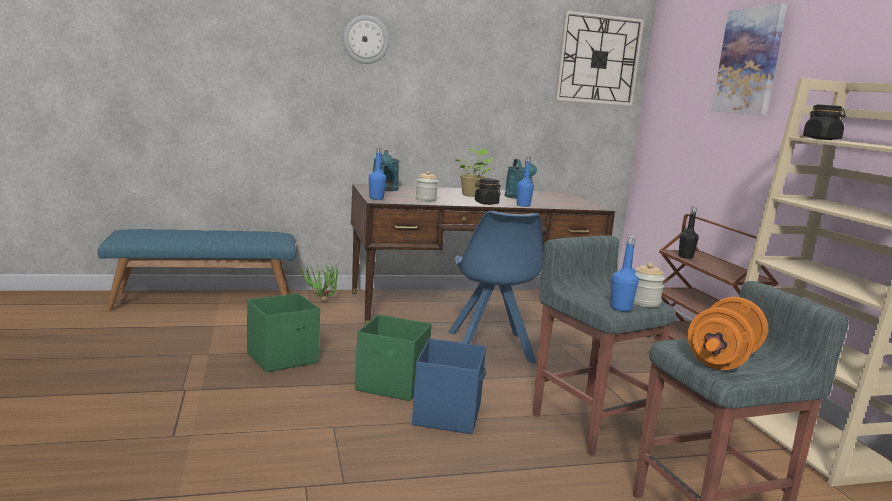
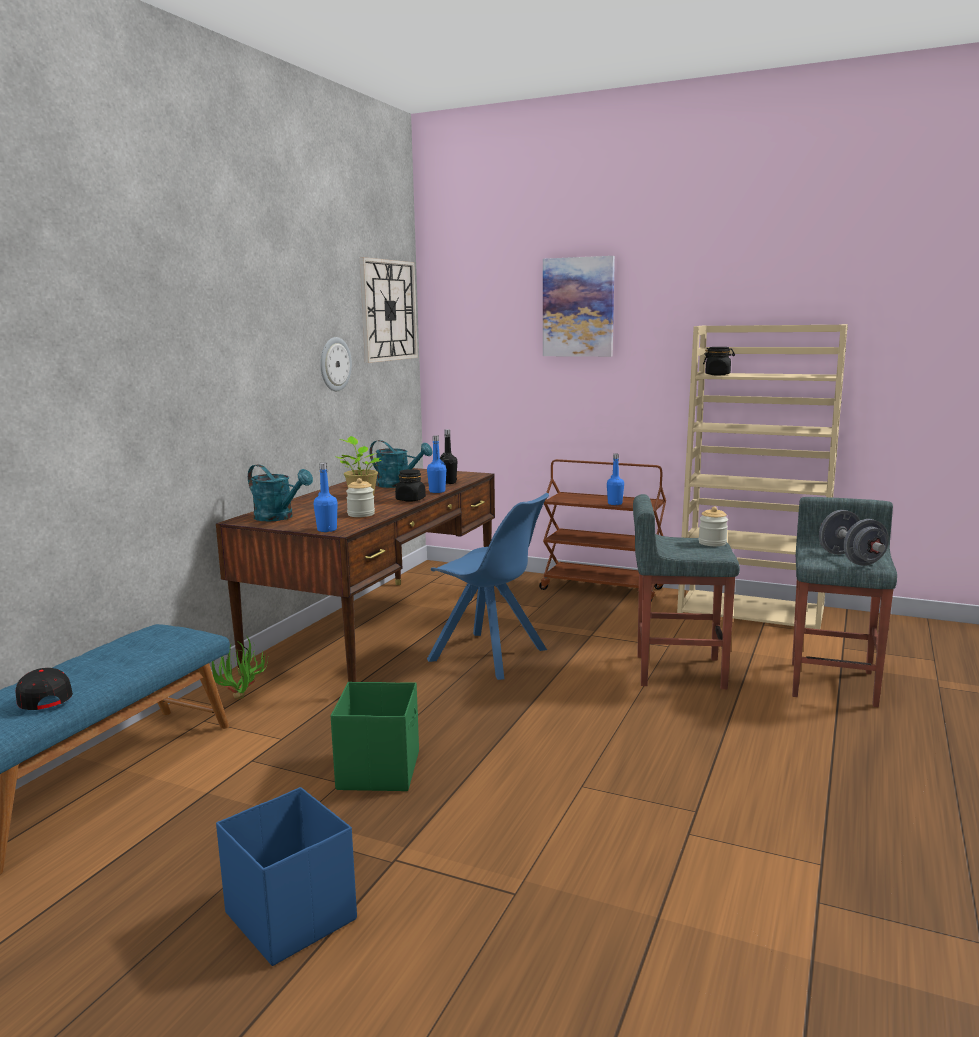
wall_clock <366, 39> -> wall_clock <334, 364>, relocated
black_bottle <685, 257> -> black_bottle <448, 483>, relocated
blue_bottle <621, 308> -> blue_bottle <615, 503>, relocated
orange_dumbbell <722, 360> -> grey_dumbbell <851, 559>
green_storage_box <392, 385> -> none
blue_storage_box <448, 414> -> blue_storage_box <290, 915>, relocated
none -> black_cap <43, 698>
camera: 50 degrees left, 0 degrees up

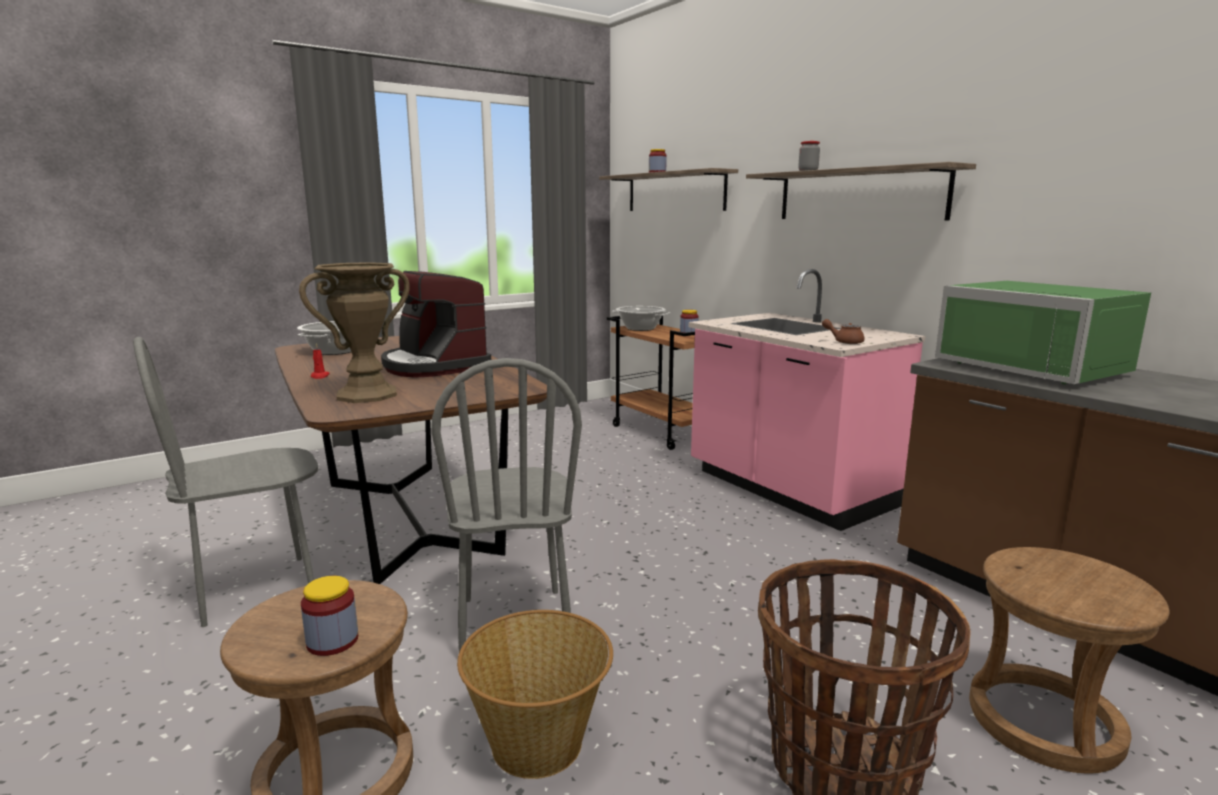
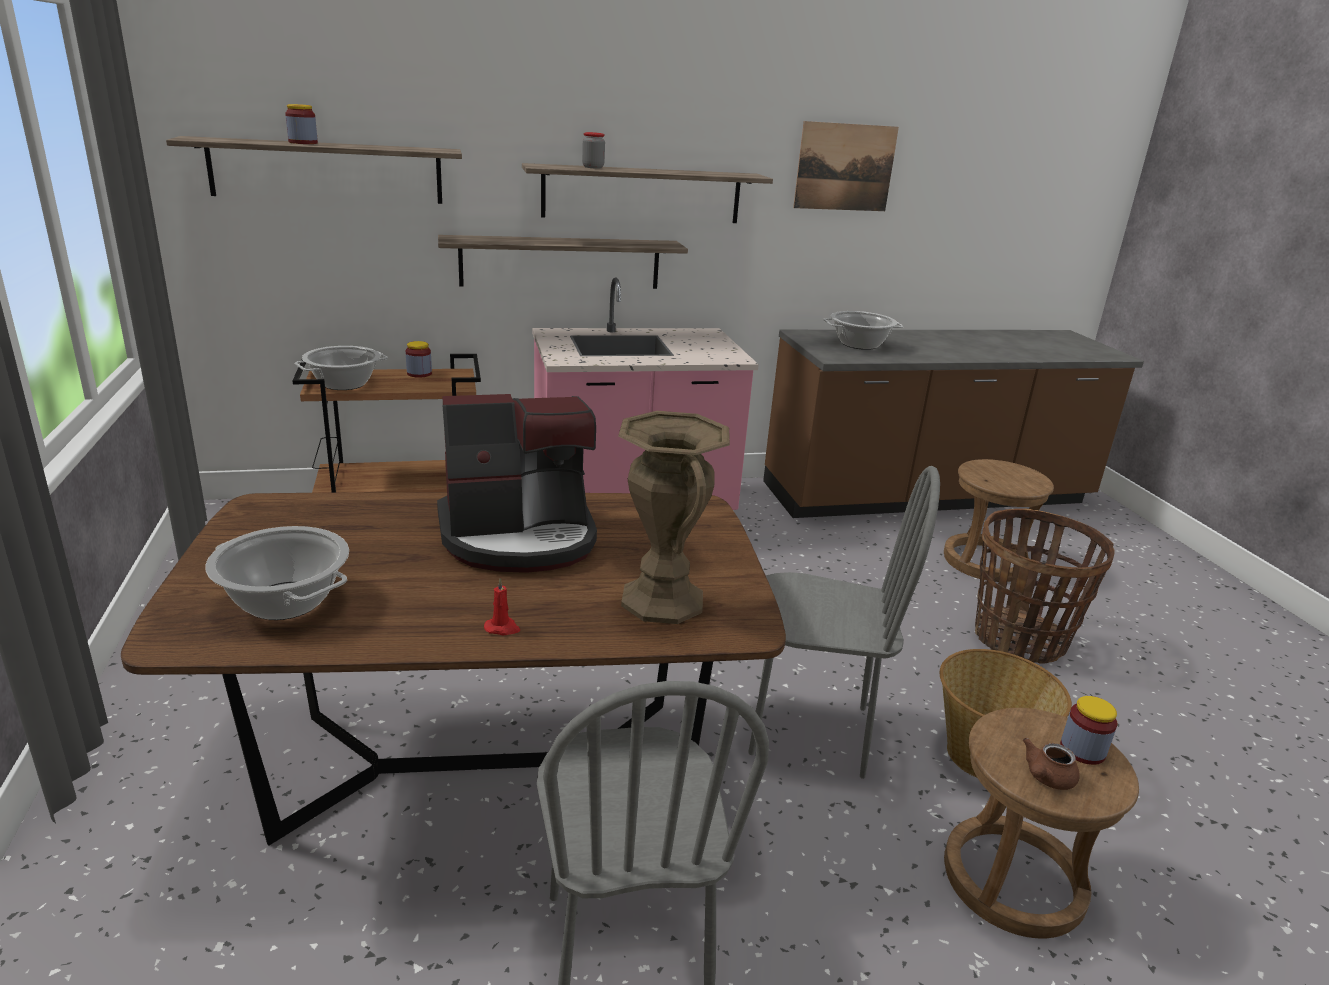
green_microwave <1038, 368> -> cooking_pot <859, 344>
brown_teapot <844, 342> -> brown_teapot <1046, 778>, relocated
none -> picture <845, 167>
none -> shelf <560, 262>
camera: 70 degrees left, 10 degrees up

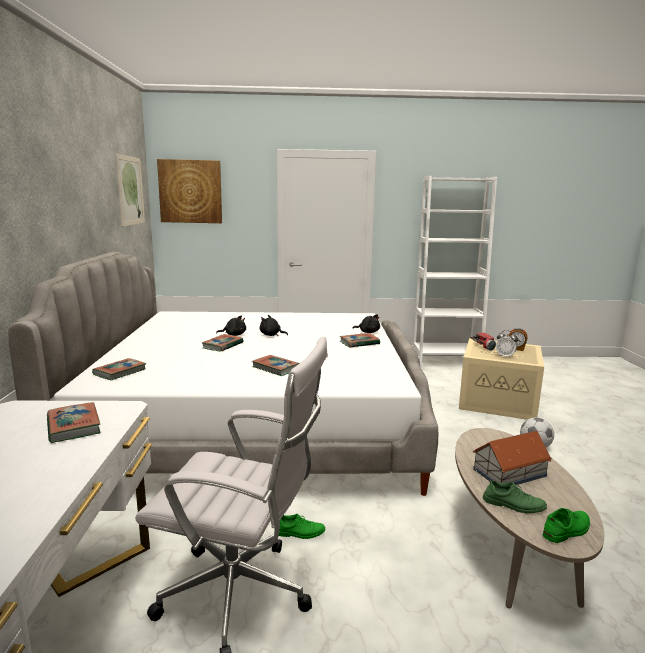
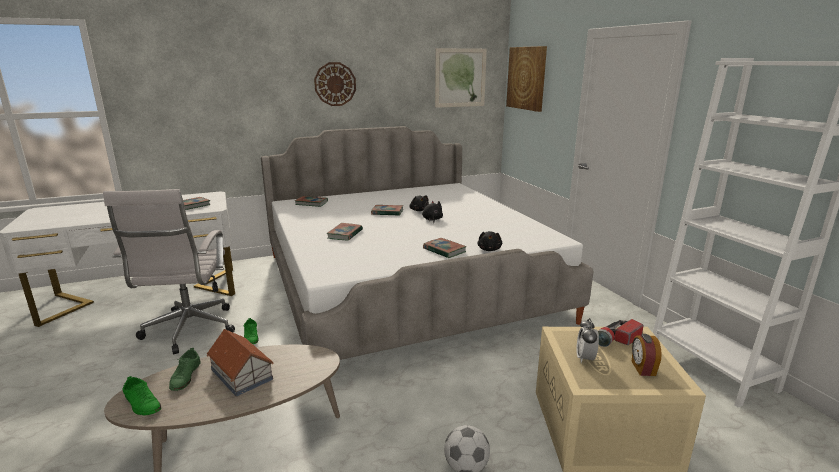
none -> wall_clock <335, 84>
camera: 70 degrees right, 5 degrees up

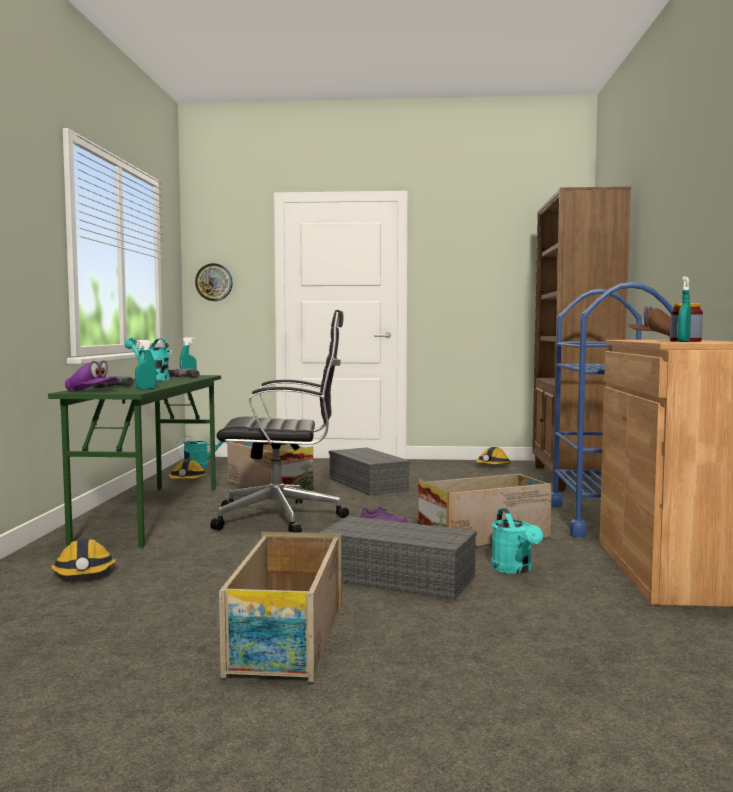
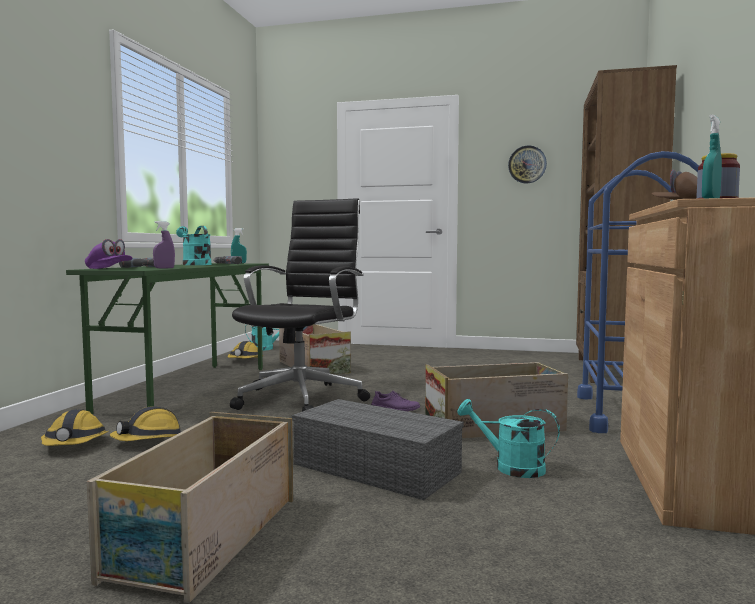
wall_clock <214, 282> -> wall_clock <527, 164>, relocated
black_office_chair <282, 518> -> black_office_chair <303, 398>, 75 degrees counterclockwise
turquoise_spray_bottle <146, 389> -> purple_spray_bottle <164, 268>
grey_storage_box <369, 484> -> none
hard_hat <493, 466> -> hard_hat <149, 440>, relocated
turquoise_watering_can <514, 569> -> turquoise_watering_can <510, 467>, 120 degrees clockwise
camera: 10 degrees right, 0 degrees up

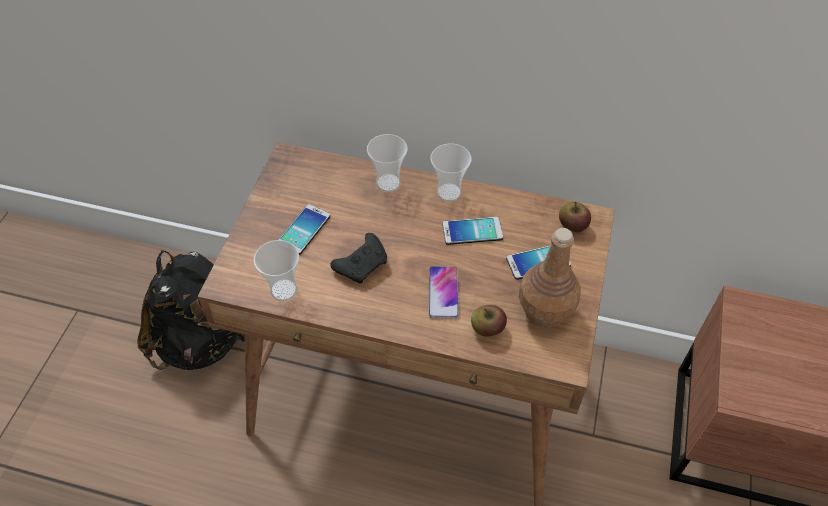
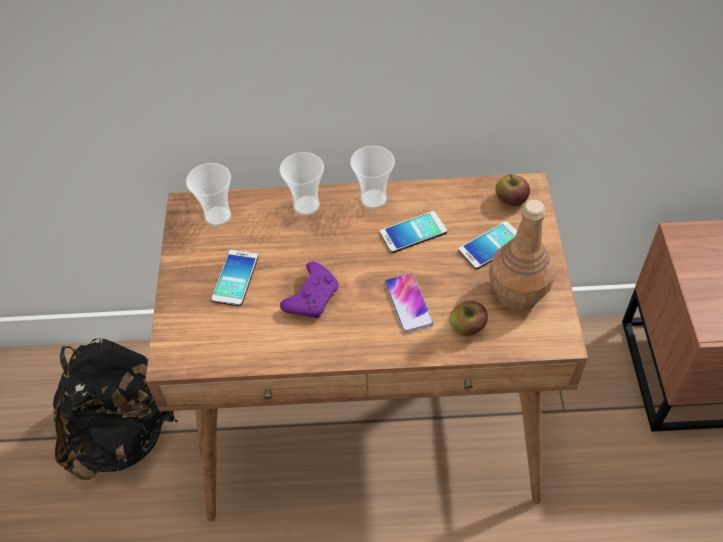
black_game_controller <362, 264> -> purple_game_controller <312, 297>
cup <283, 290> -> cup <218, 216>, relocated
camera: 15 degrees left, 0 degrees up

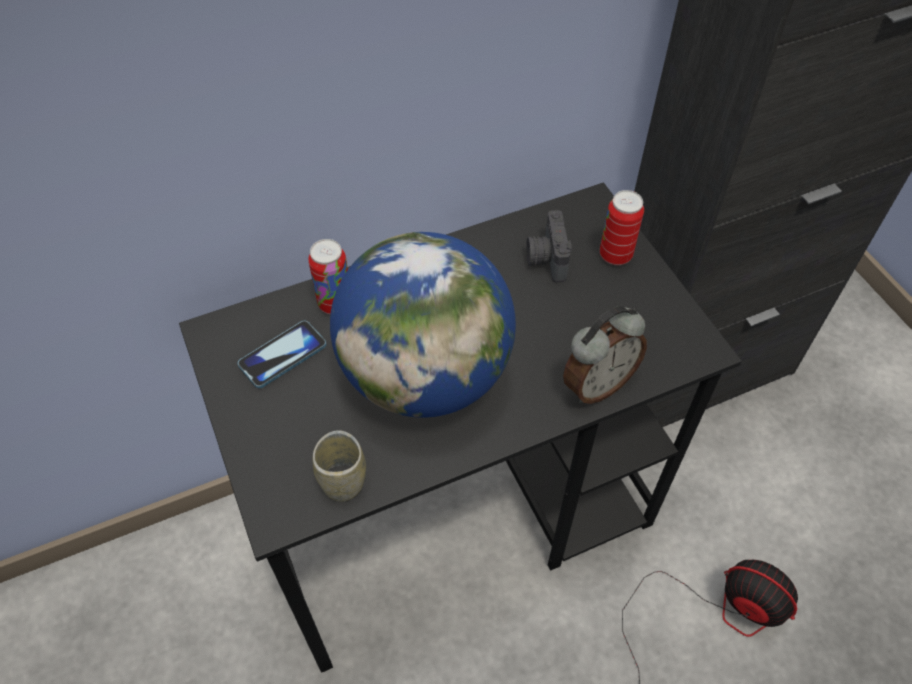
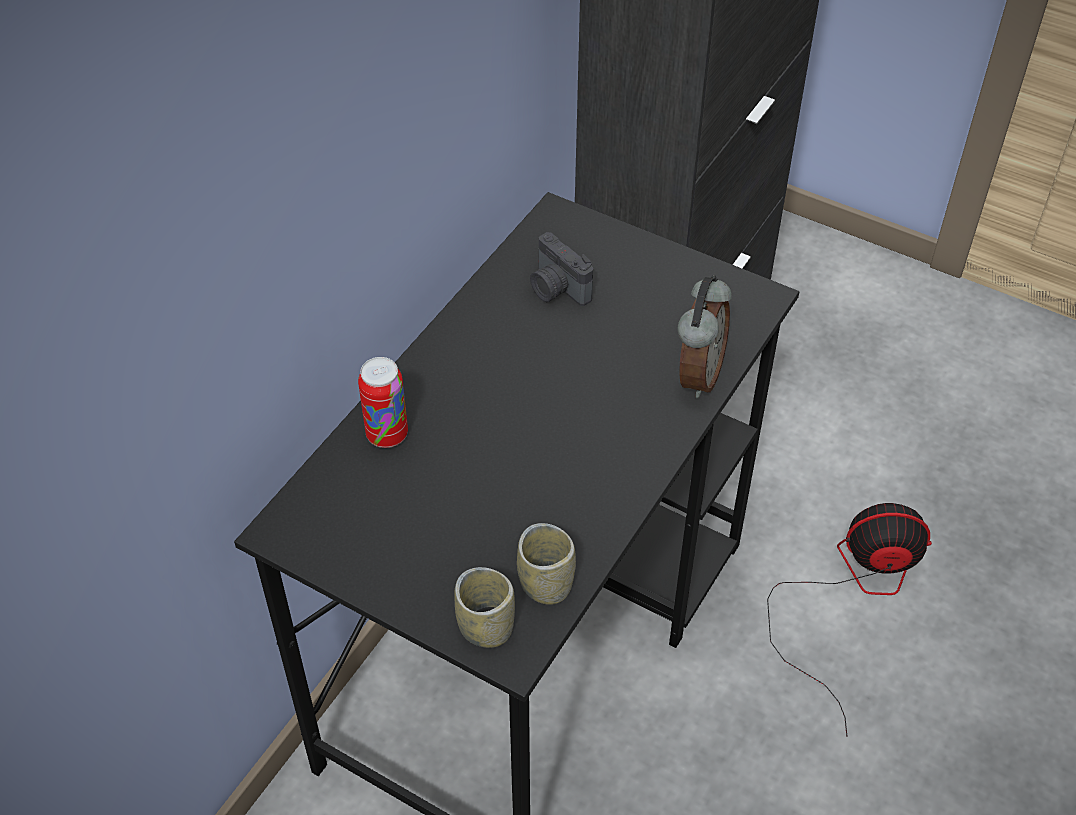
can <615, 255> -> none
globe <425, 375> -> none
phone <283, 355> -> none
none -> cup <486, 628>
camera: 35 degrees left, 5 degrees down

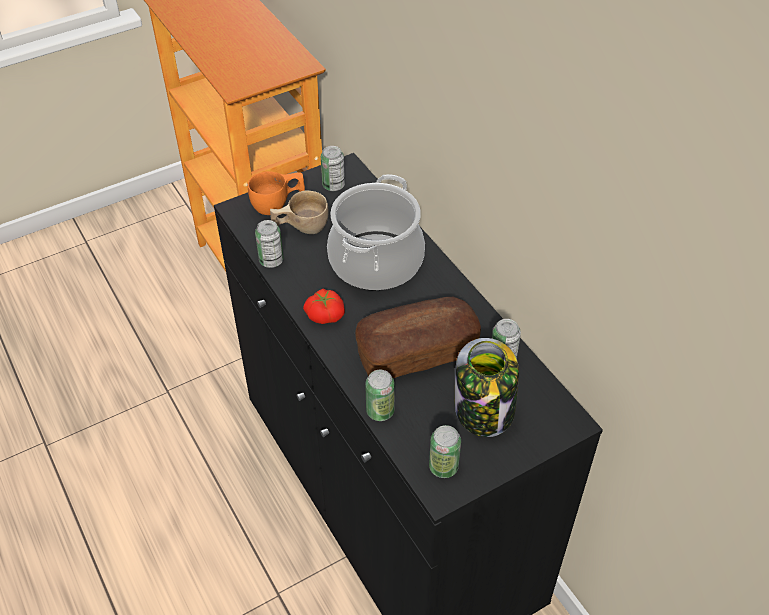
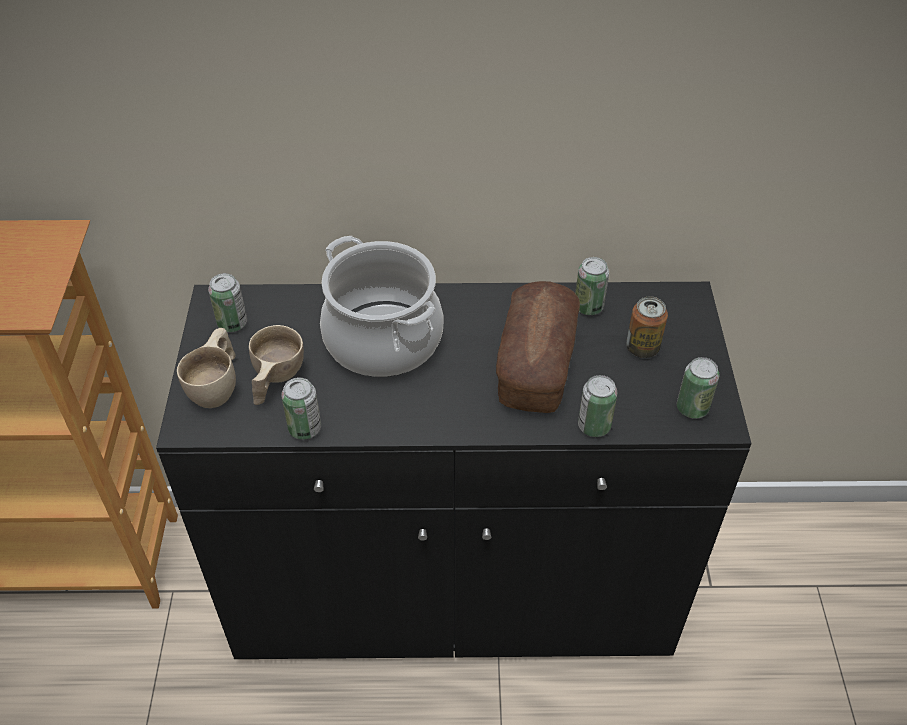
orange_cup <278, 205> -> beige_cup <218, 385>
tomato <325, 314> -> none
jar <484, 411> -> can <642, 348>
camera: 60 degrees left, 0 degrees up

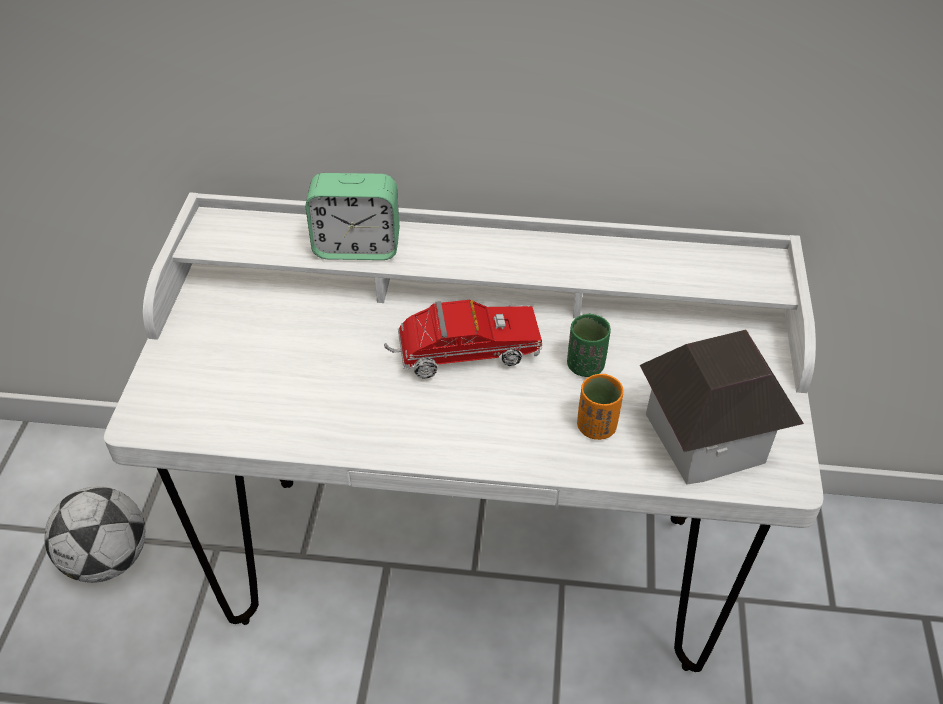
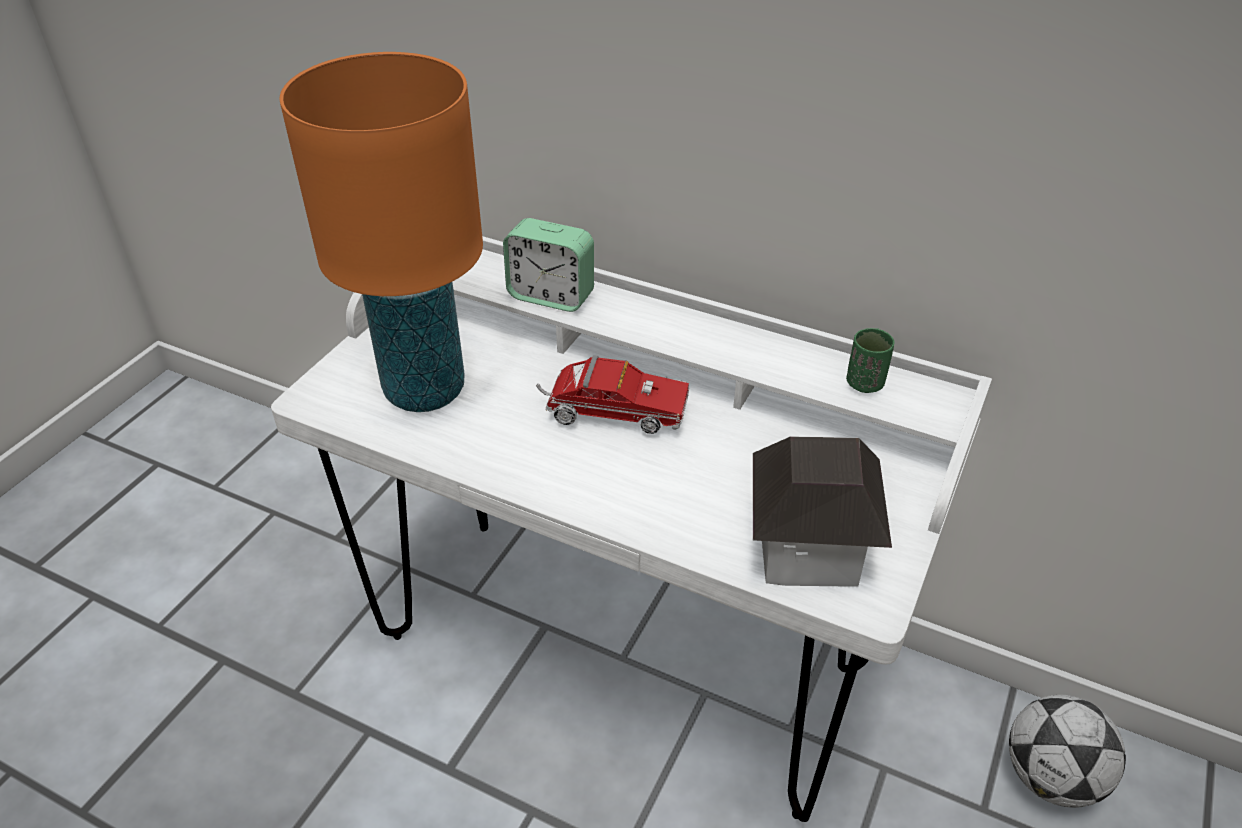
green_cup <585, 366> -> green_cup <865, 383>, relocated
orange_cup <596, 427> -> none
football <108, 559> -> football <1051, 777>, relocated
none -> orange_table_lamp <424, 390>
camera: 20 degrees right, 5 degrees down

